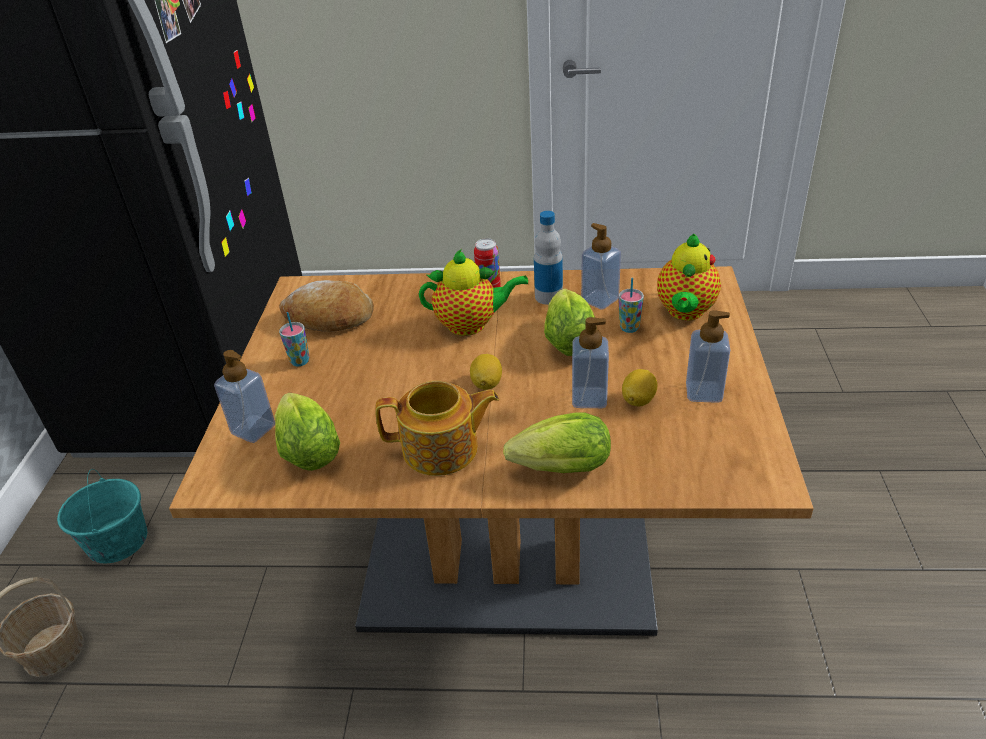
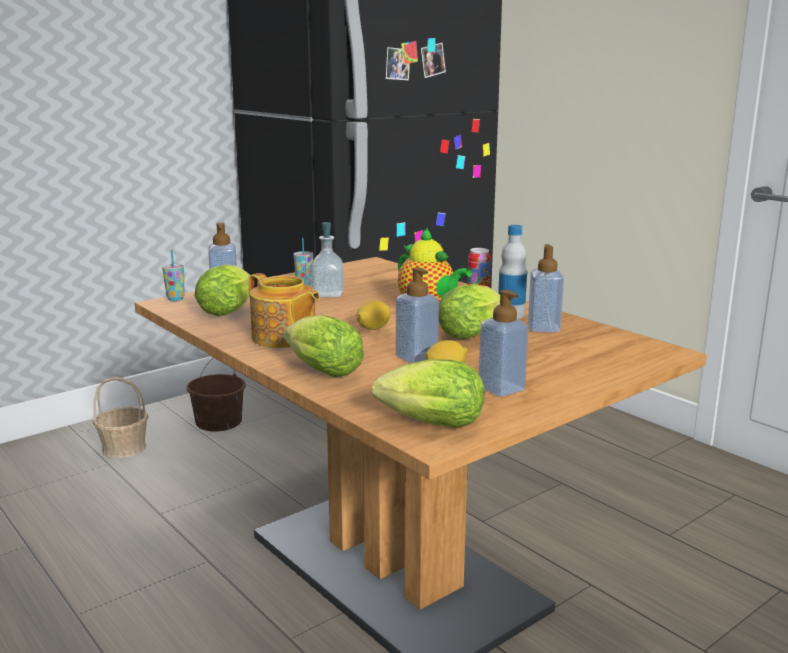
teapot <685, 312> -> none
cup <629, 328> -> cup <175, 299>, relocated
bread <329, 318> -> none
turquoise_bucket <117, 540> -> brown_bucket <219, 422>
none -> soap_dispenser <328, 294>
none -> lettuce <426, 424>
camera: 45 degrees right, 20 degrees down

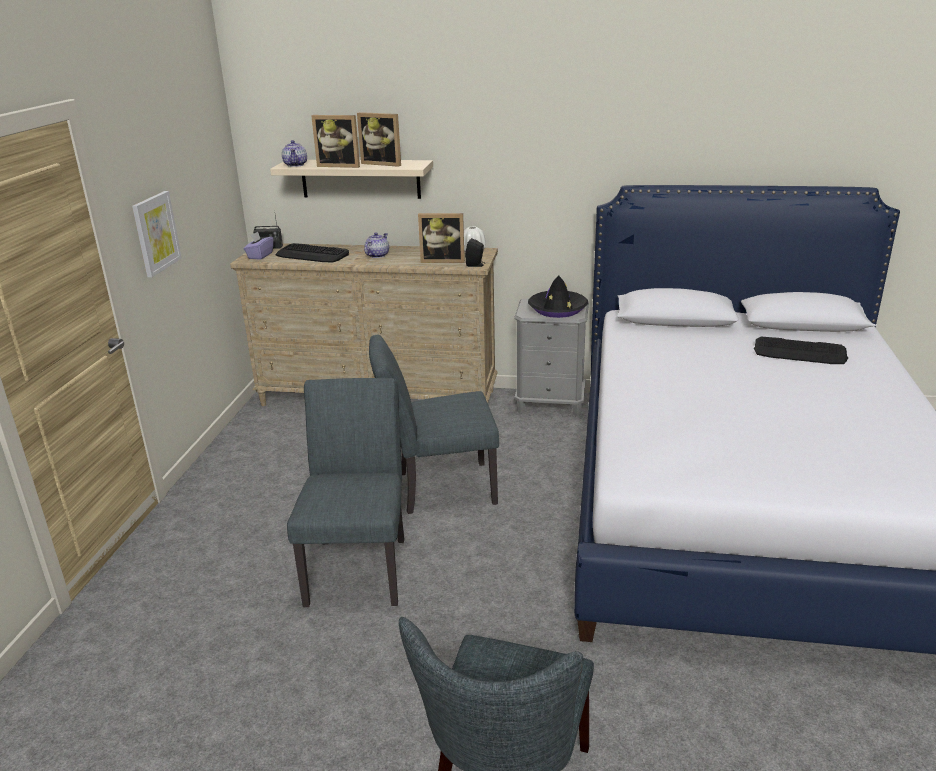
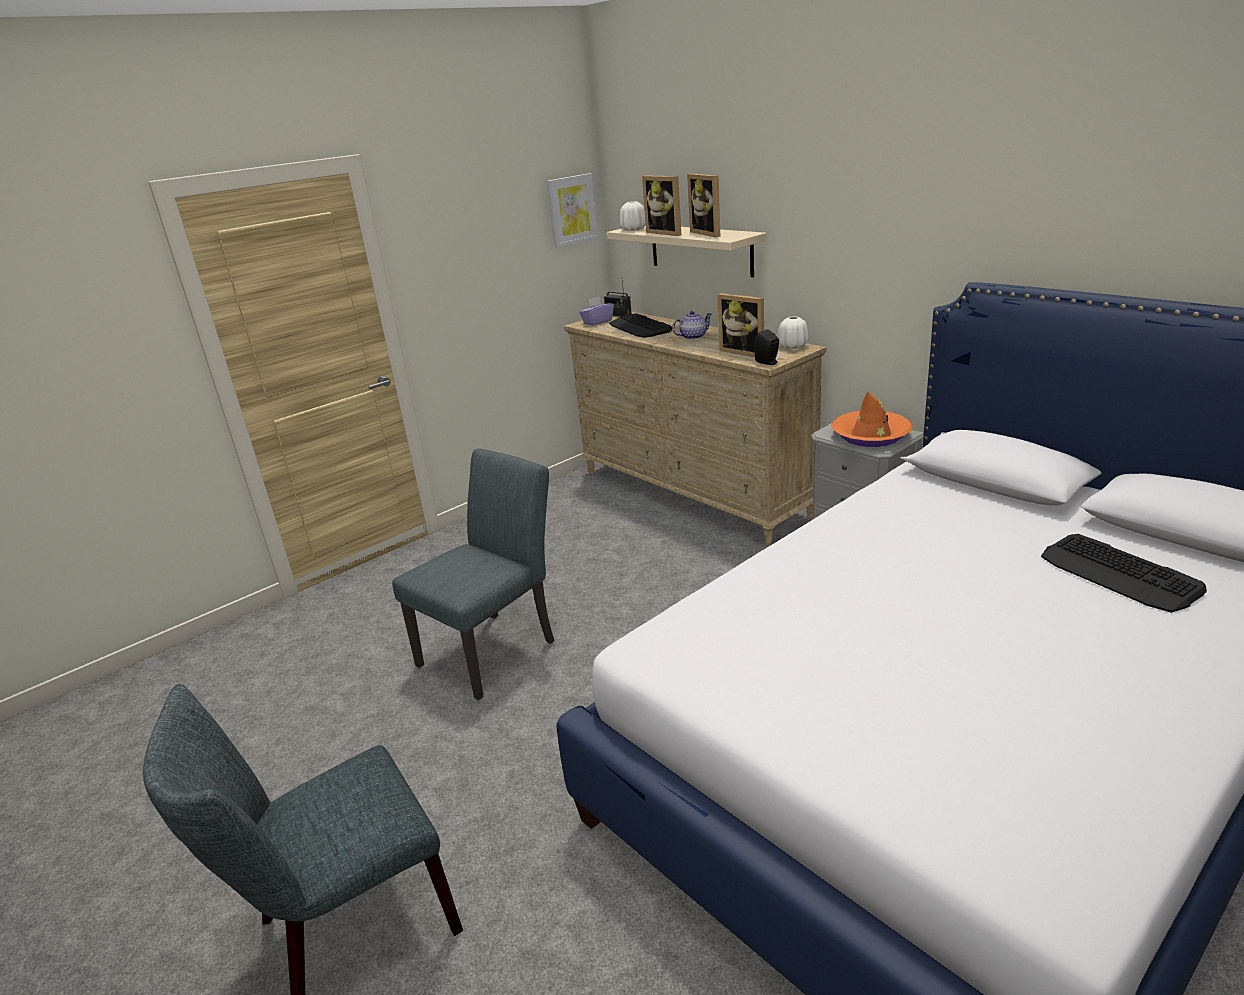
teapot <296, 165> -> white_vase <634, 229>
picture <155, 233> -> picture <572, 210>, relocated
black_hat <557, 309> -> orange_hat <870, 435>
grey_chair <438, 488> -> none
camera: 40 degrees right, 0 degrees up

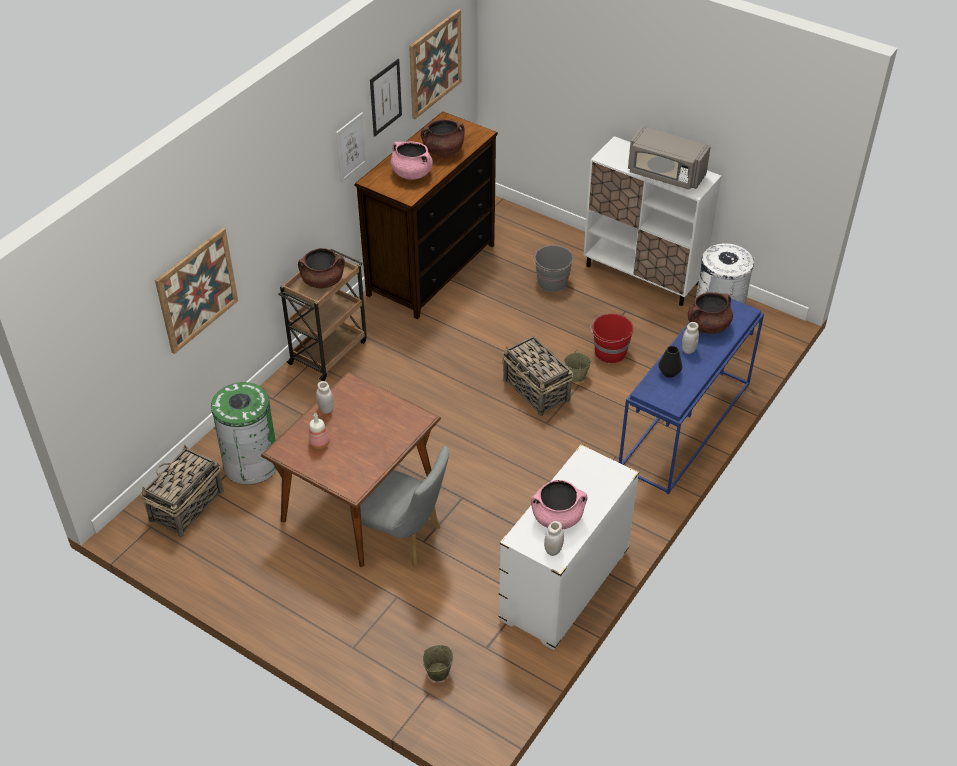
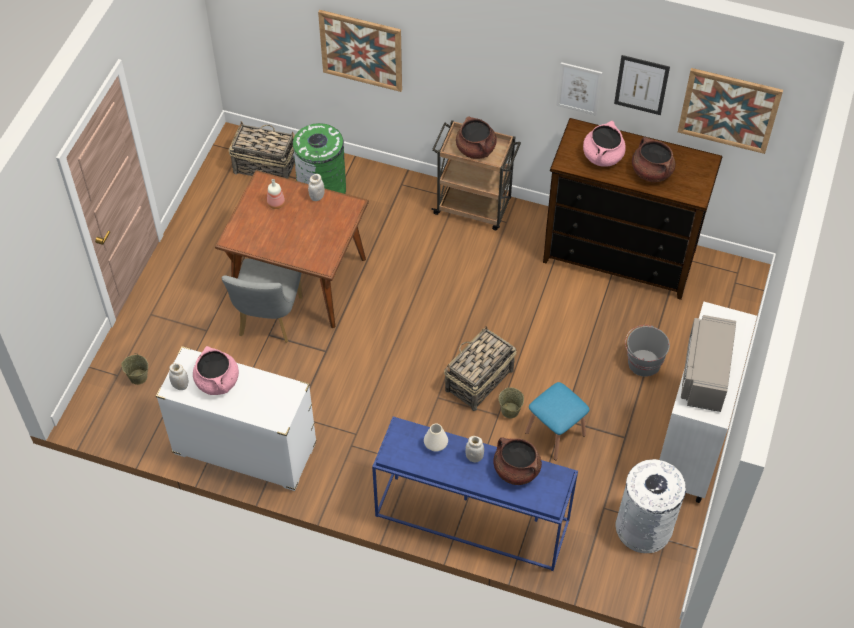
red_bucket <609, 352> -> blue_stool <555, 433>
black_vase <669, 372> -> white_vase <436, 445>
camera: 75 degrees right, 10 degrees up

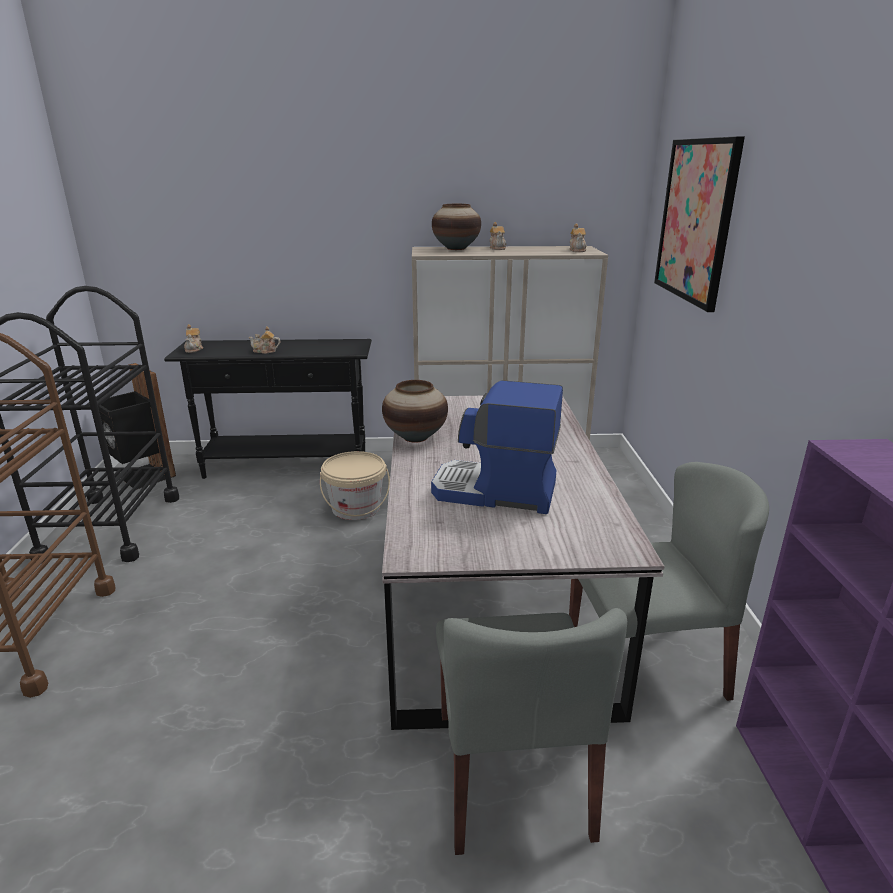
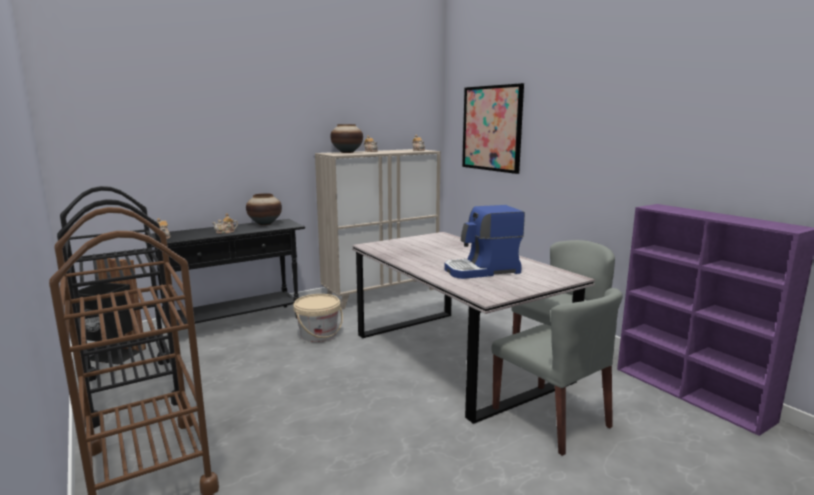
vase <415, 437> -> vase <265, 223>, relocated
camera: 30 degrees left, 10 degrees down

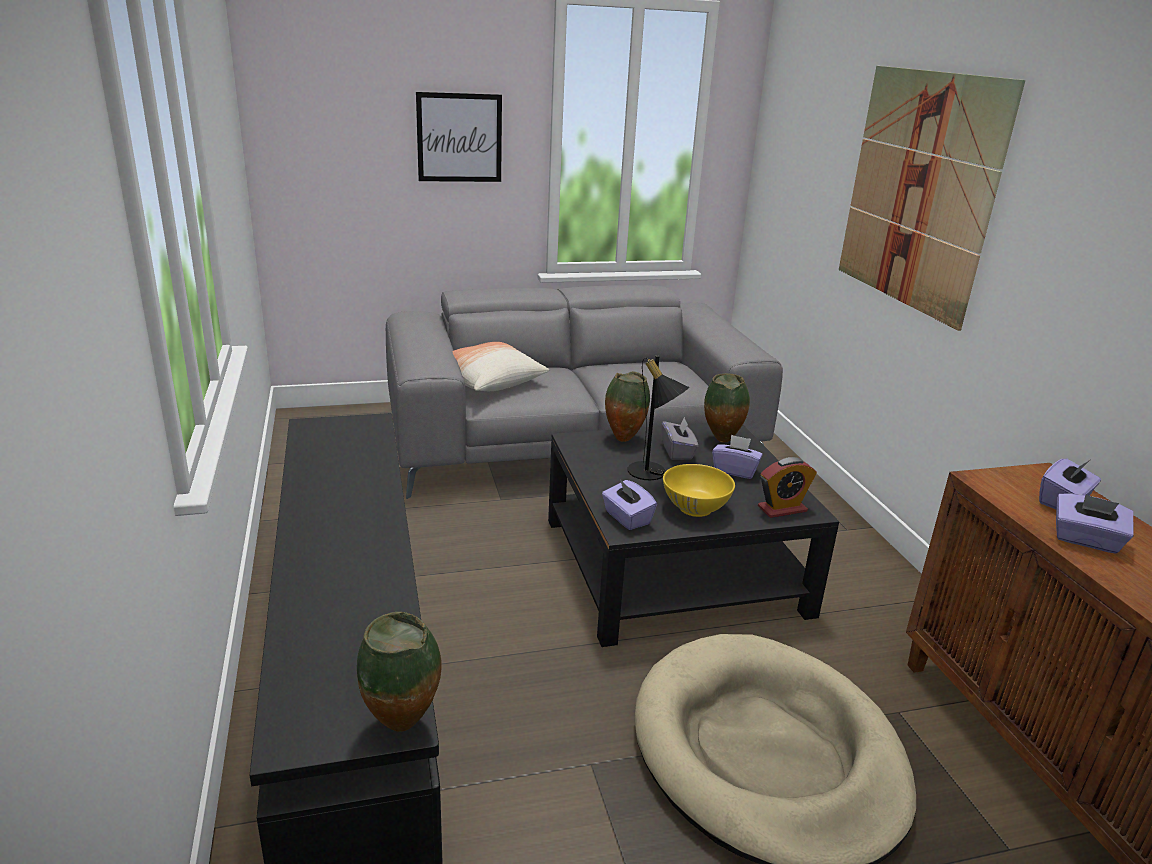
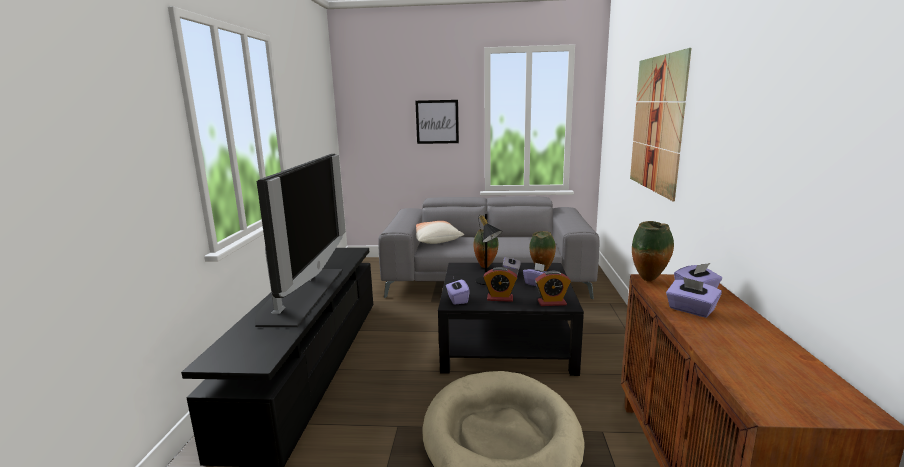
yellow_bowl <695, 508> -> alarm_clock <500, 298>
vase <403, 727> -> vase <649, 281>, relocated
none -> television <302, 294>
camera: 20 degrees right, 10 degrees down

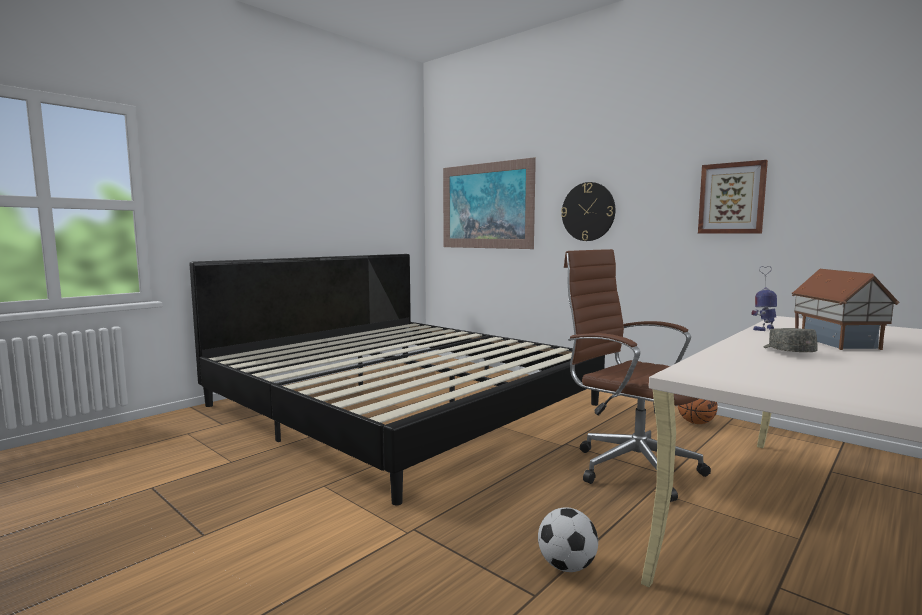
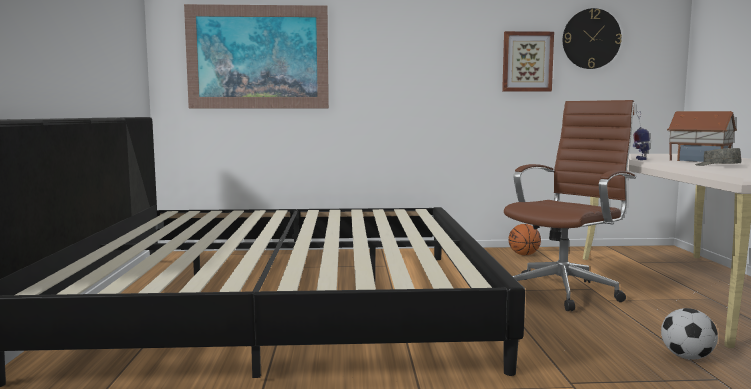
wall_clock <588, 211> -> wall_clock <591, 39>, relocated
brown_office_chair <631, 467> -> brown_office_chair <565, 291>, 135 degrees clockwise
camera: 45 degrees left, 0 degrees up

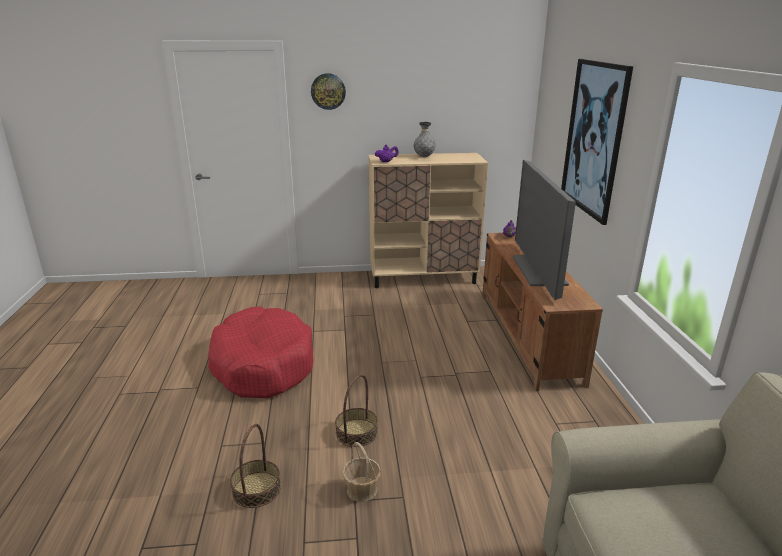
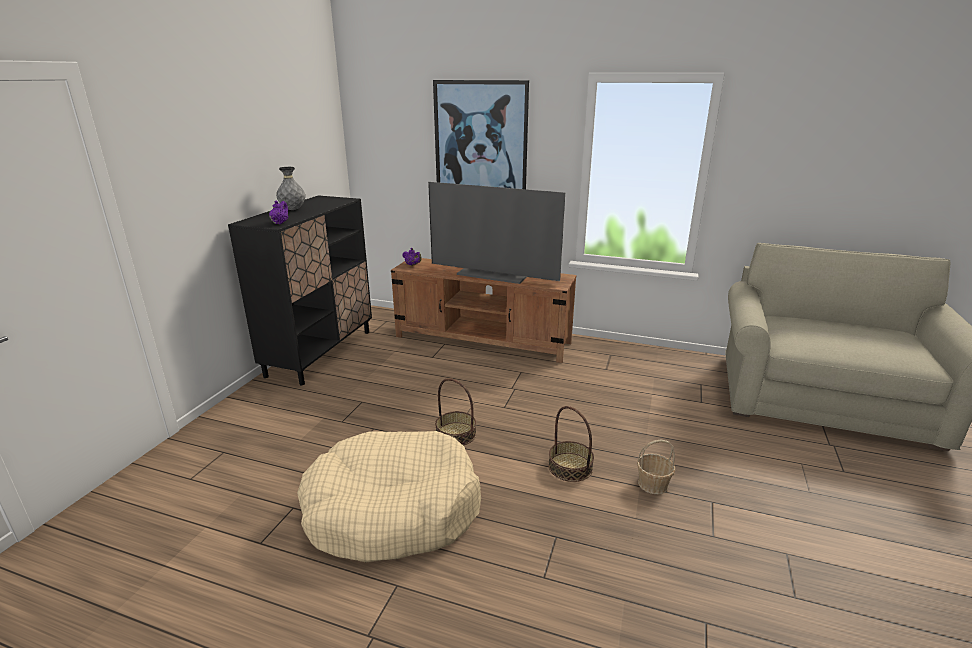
wall_clock <328, 91> -> none
beige_cabinet <423, 278> -> black_cabinet <320, 352>
red_dog_bed <262, 365> -> beige_dog_bed <392, 510>
basket <256, 489> -> basket <455, 434>, relocated
camera: 65 degrees left, 0 degrees up

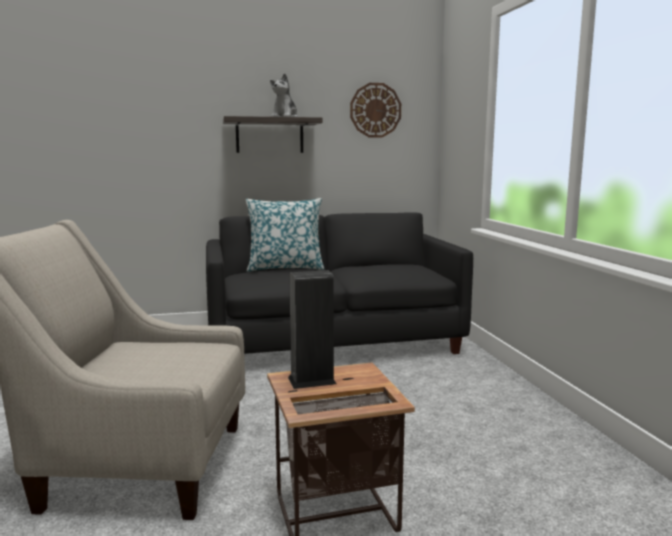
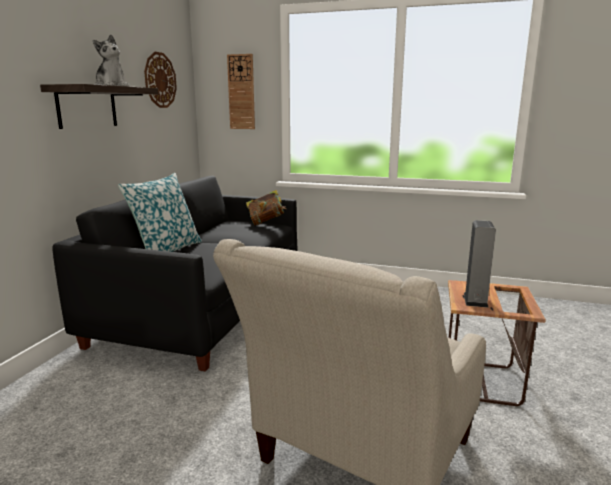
none -> wall_clock <241, 92>
none -> book <266, 222>
camera: 60 degrees left, 5 degrees up

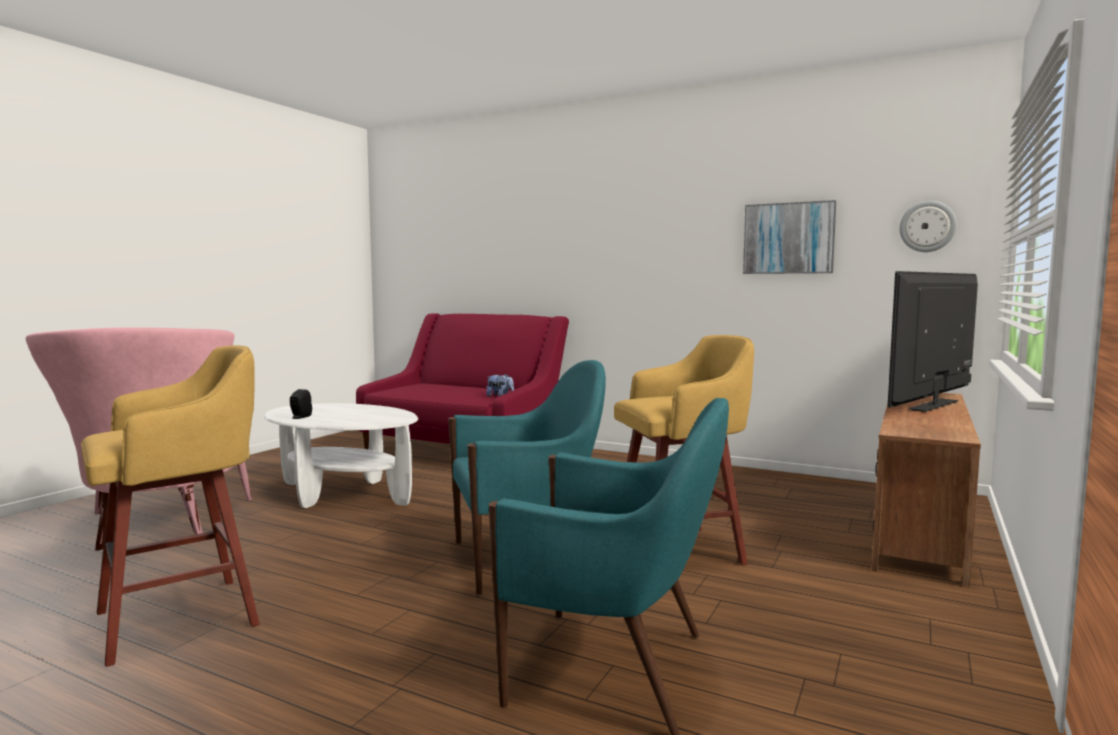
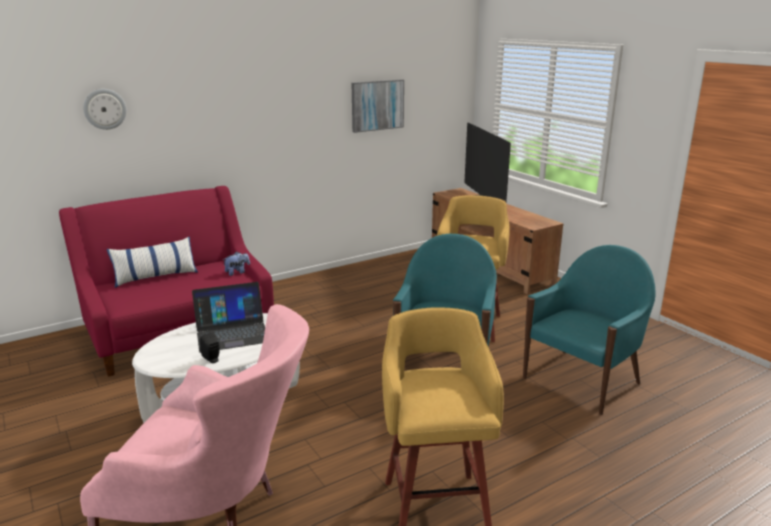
wall_clock <927, 226> -> wall_clock <104, 109>, relocated
none -> pillow <155, 277>
none -> laptop <232, 333>
camera: 60 degrees left, 15 degrees up

